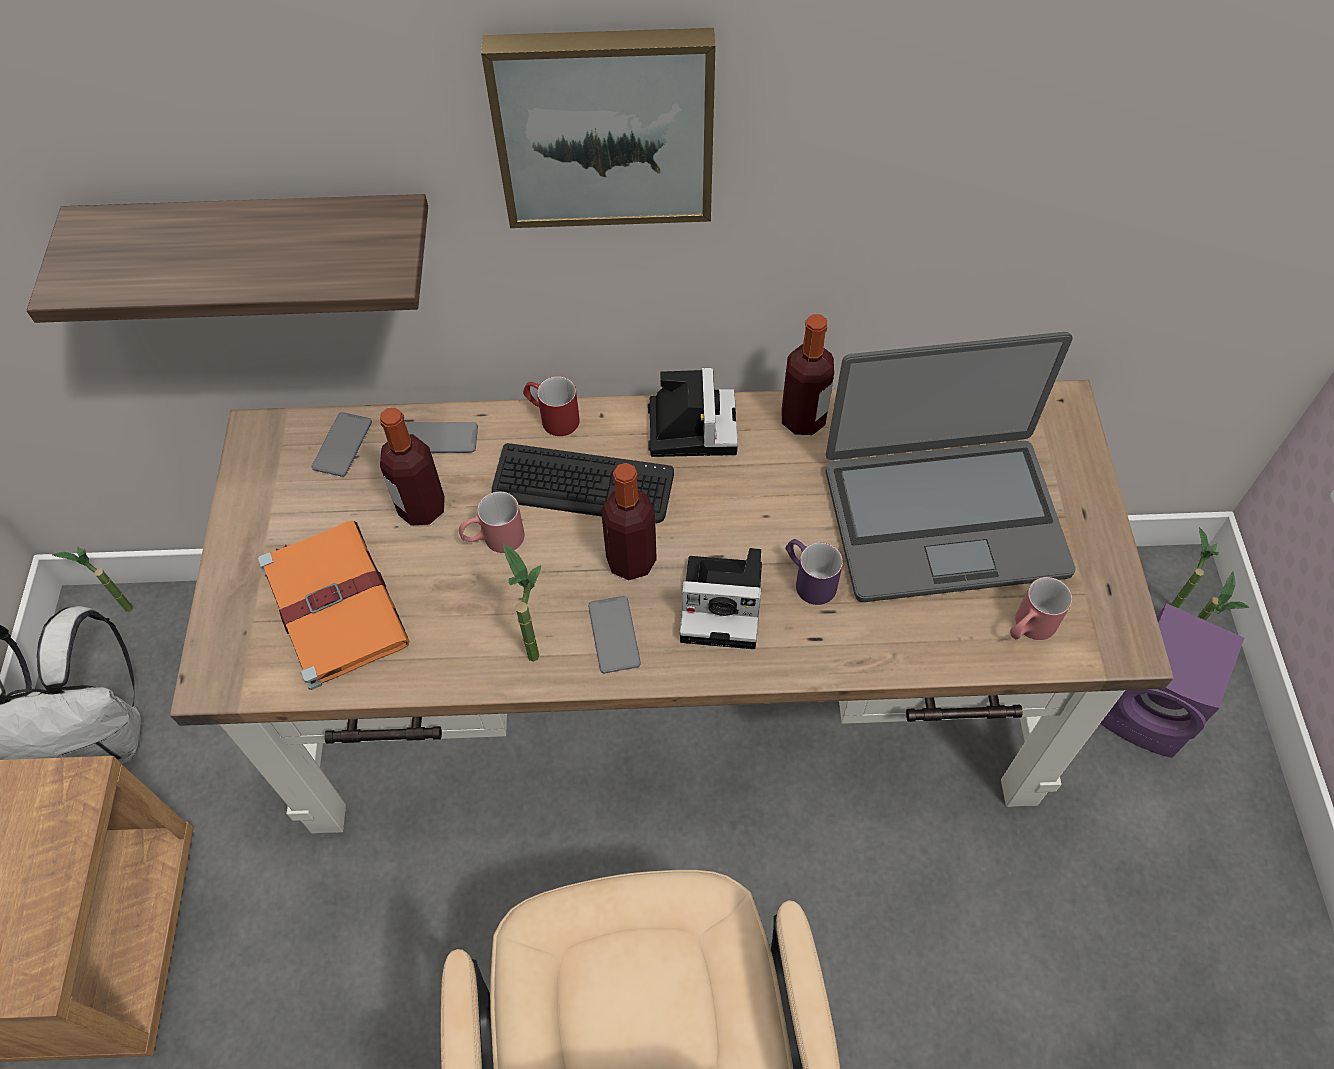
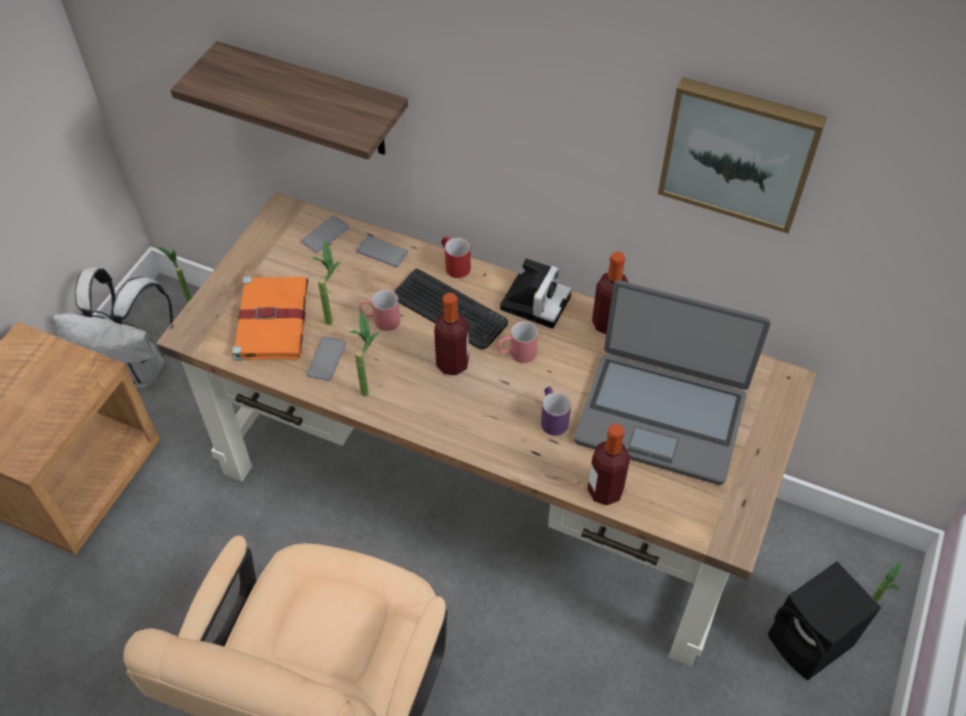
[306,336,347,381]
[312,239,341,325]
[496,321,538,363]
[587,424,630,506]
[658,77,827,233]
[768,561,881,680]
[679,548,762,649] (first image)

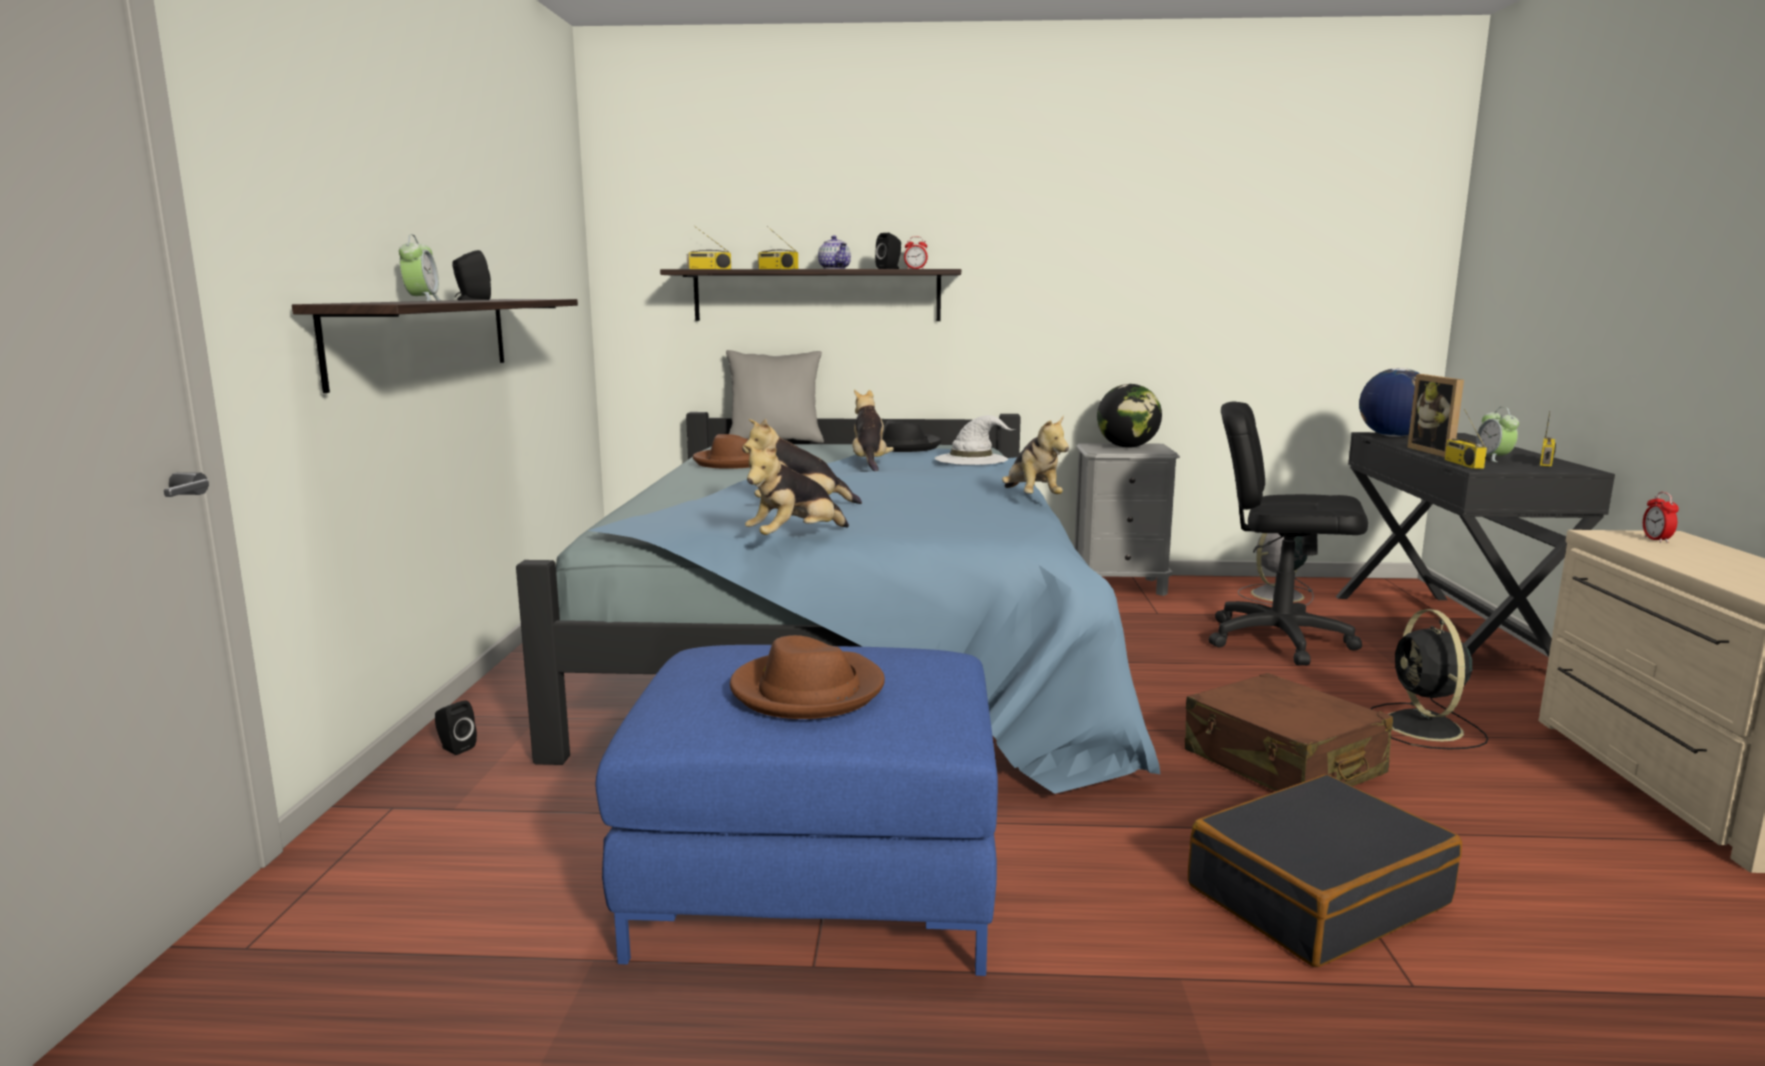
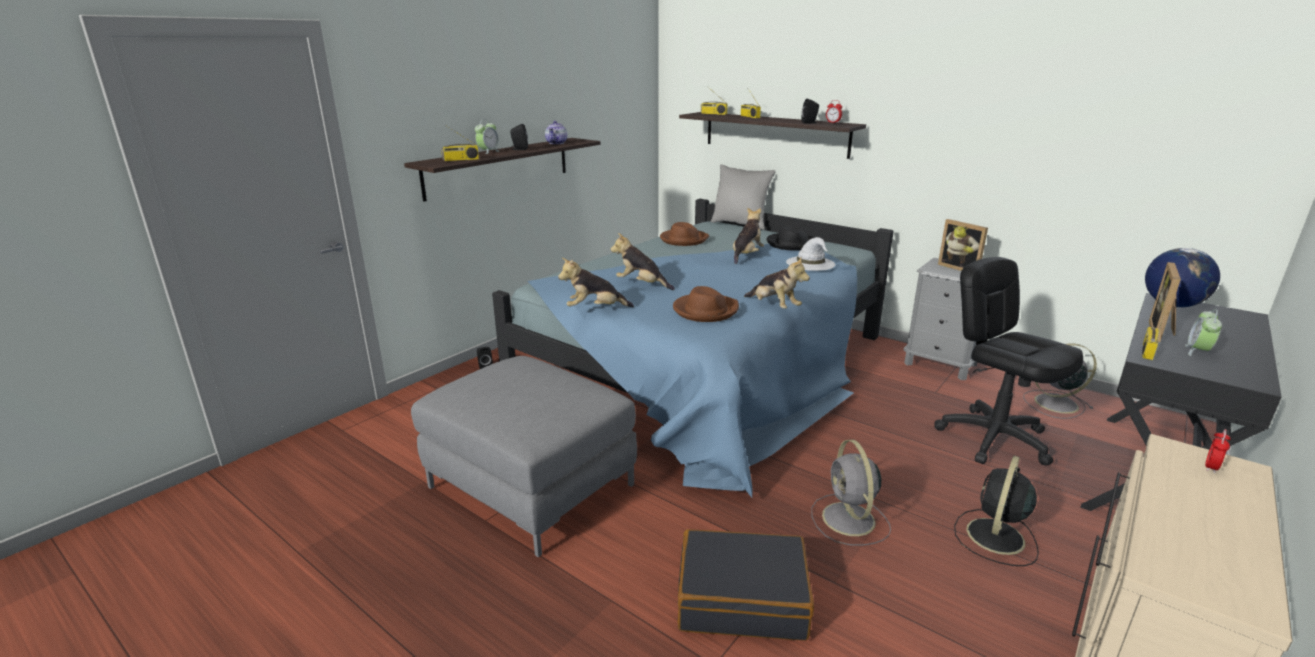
[411,356,637,557]
[441,126,479,161]
[545,121,567,144]
[673,286,739,322]
[744,257,810,309]
[811,440,891,546]
[938,219,988,271]

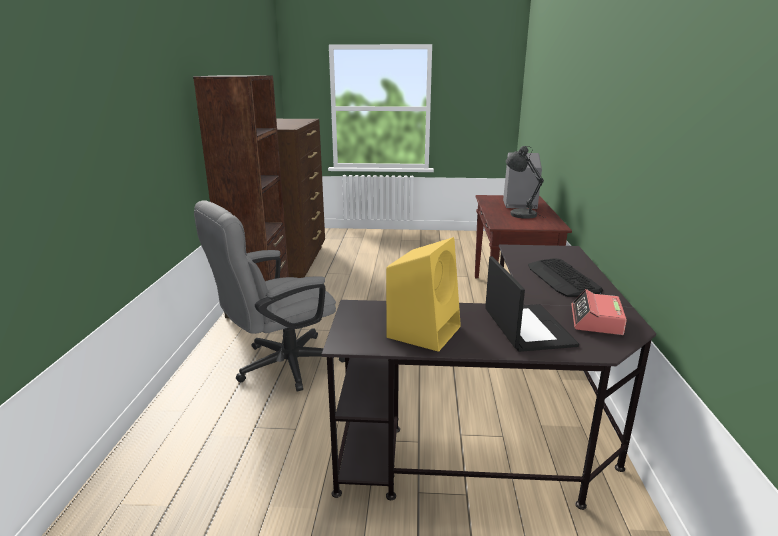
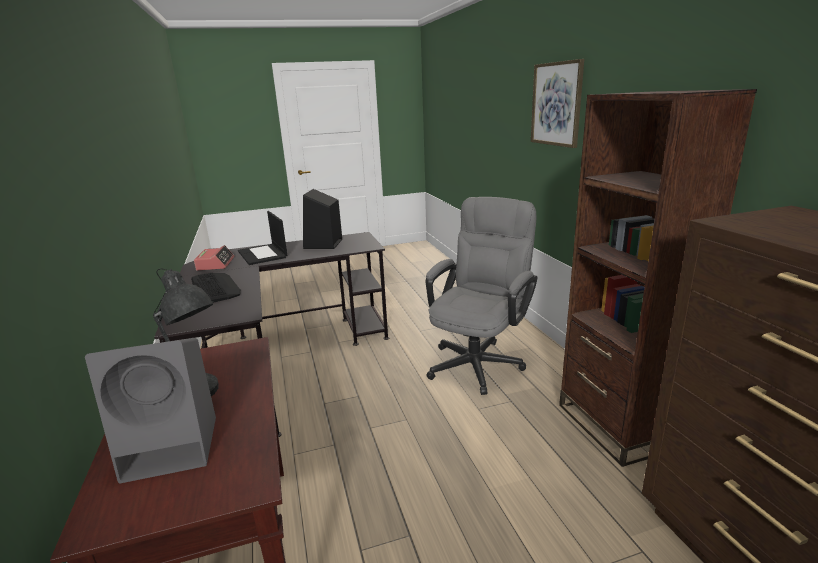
[303,189,342,249]
[531,59,584,148]

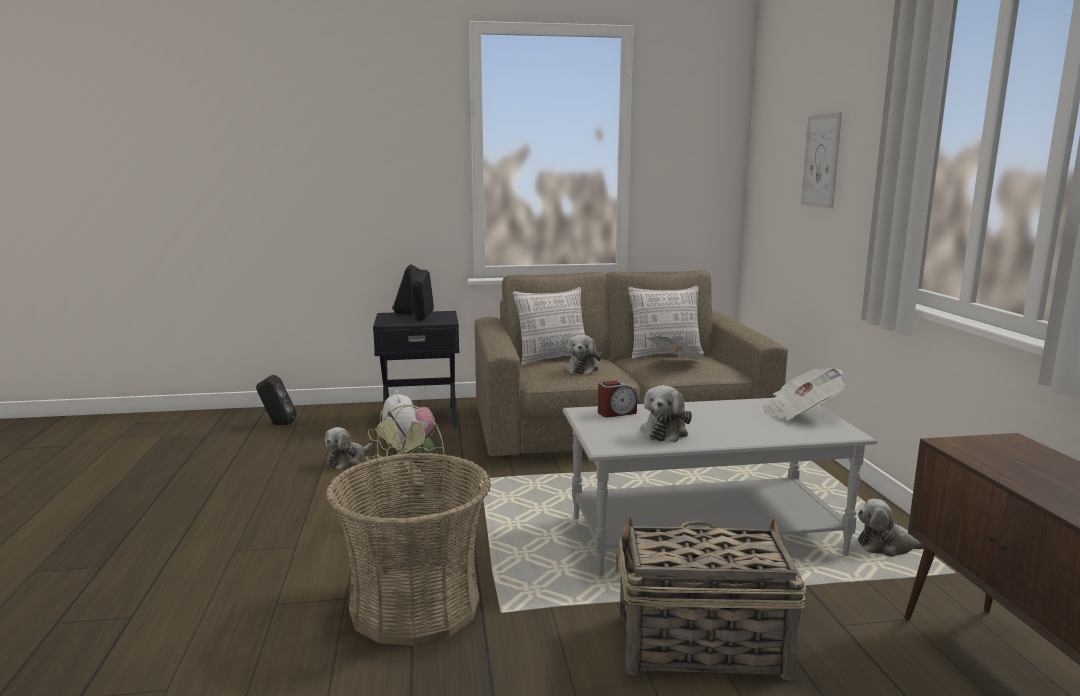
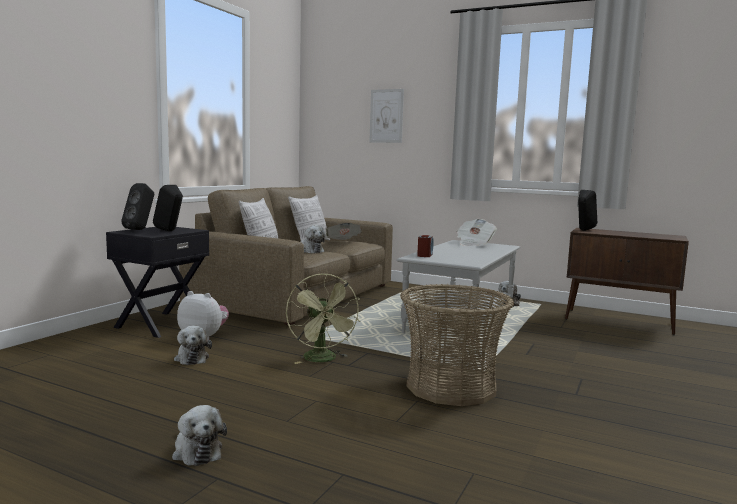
[172,405,227,466]
[578,190,597,231]
[615,515,807,680] (first image)

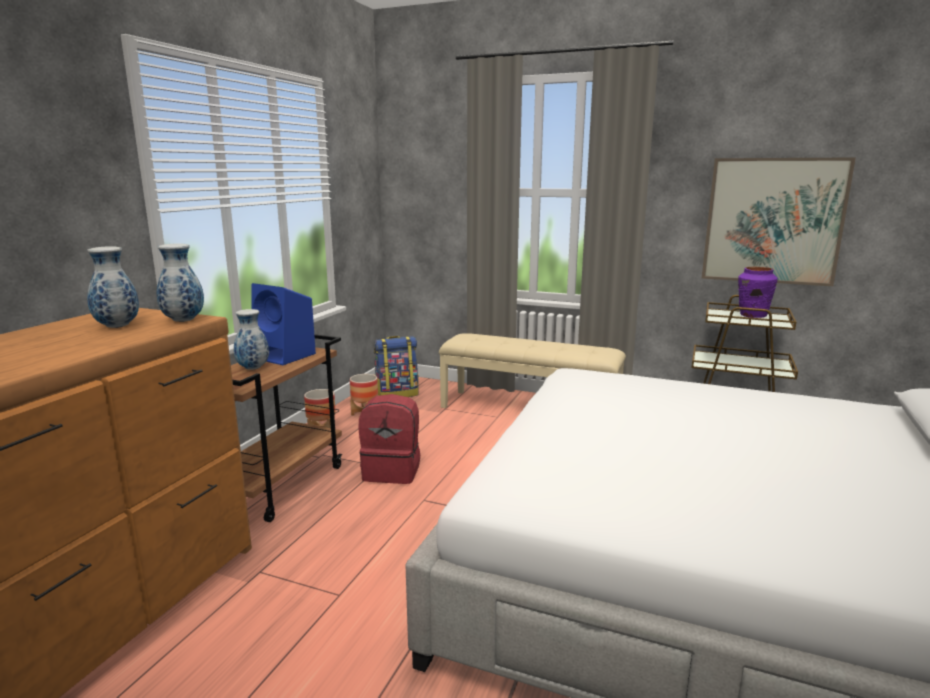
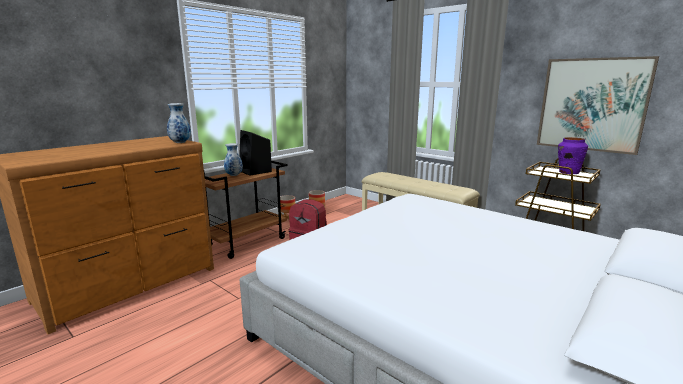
[239,130,272,176]
[87,246,139,328] (first image)
[374,336,419,397] (first image)

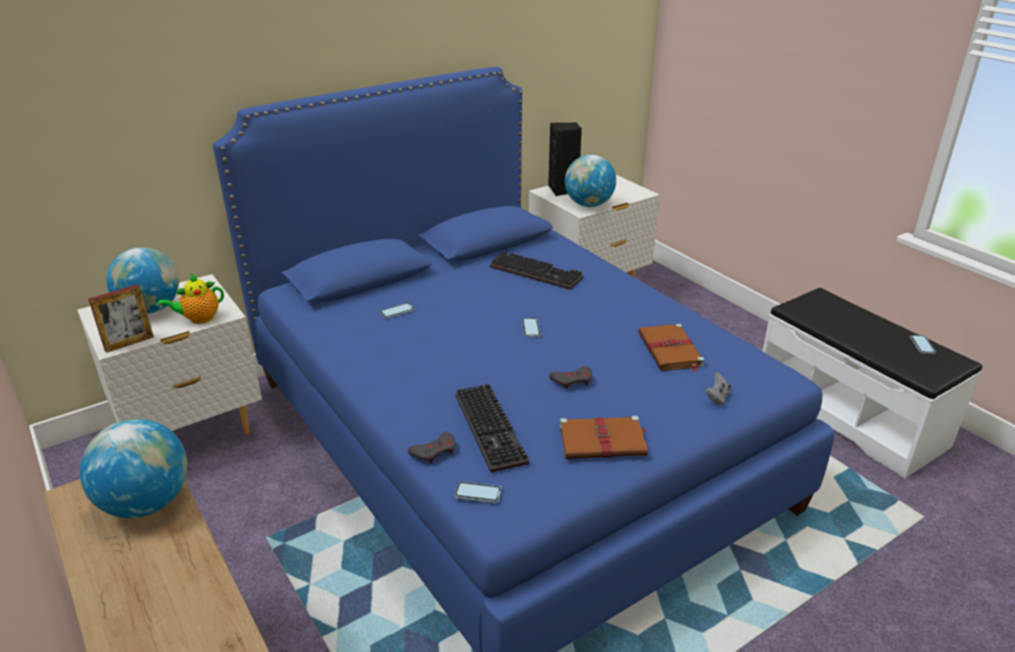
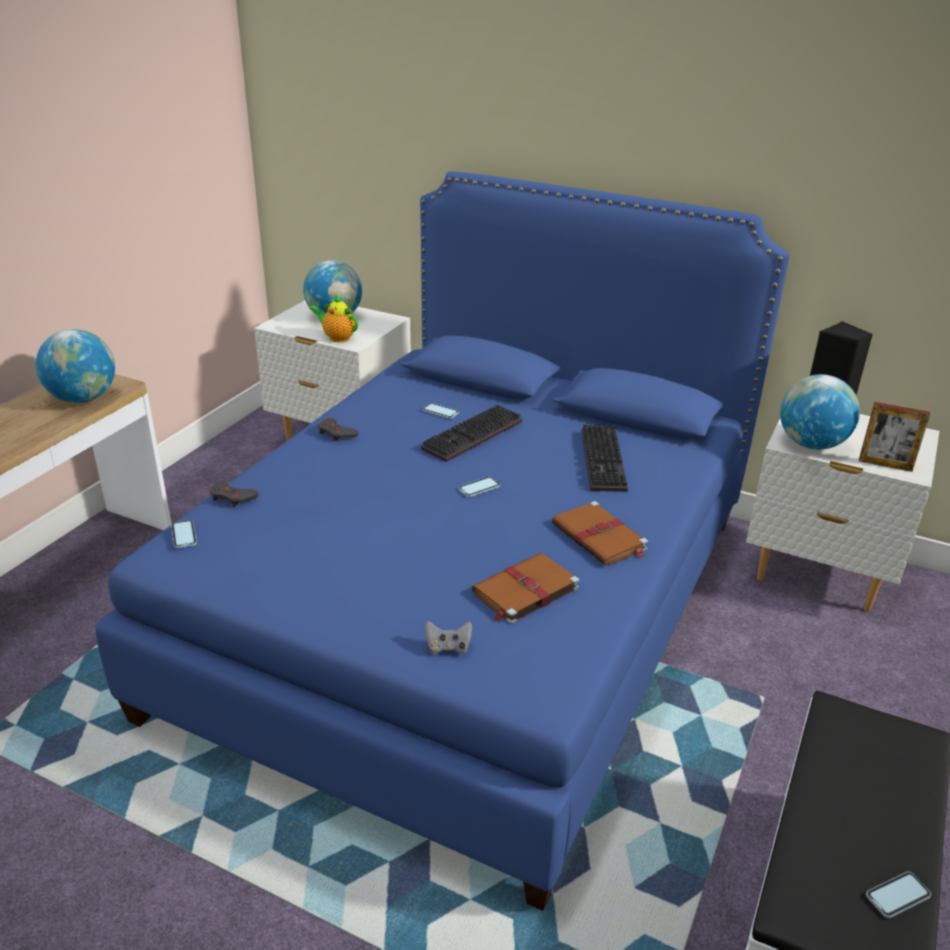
[318,418,359,441]
[421,405,522,462]
[552,501,648,565]
[859,402,930,472]

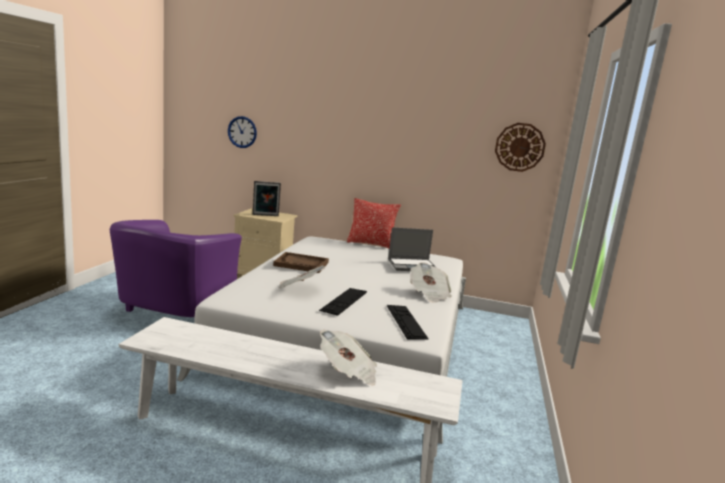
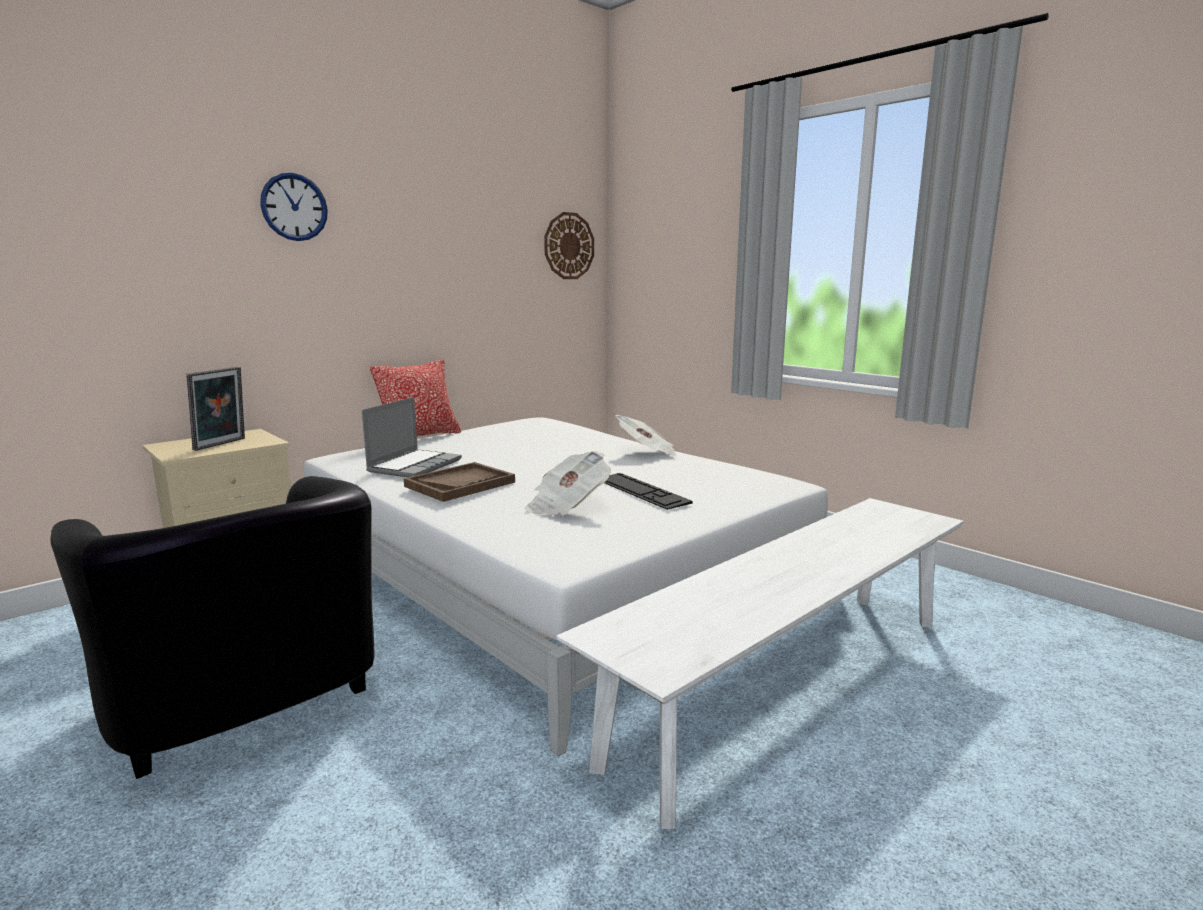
[50,476,374,779]
[260,173,328,241]
[362,397,462,477]
[320,330,377,386] (first image)
[387,305,429,340] (first image)

